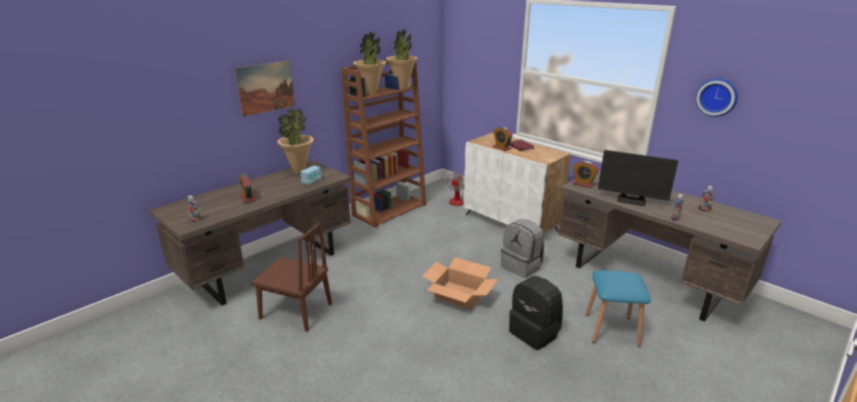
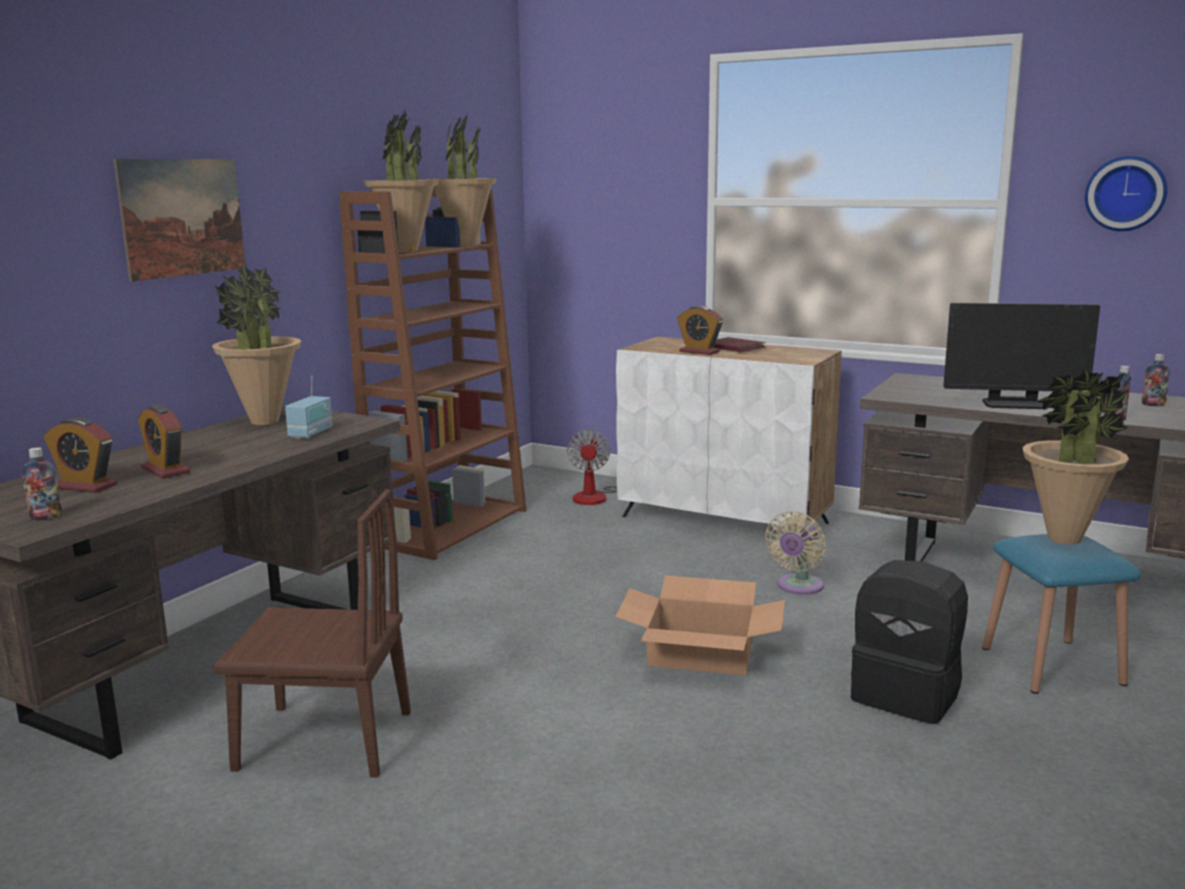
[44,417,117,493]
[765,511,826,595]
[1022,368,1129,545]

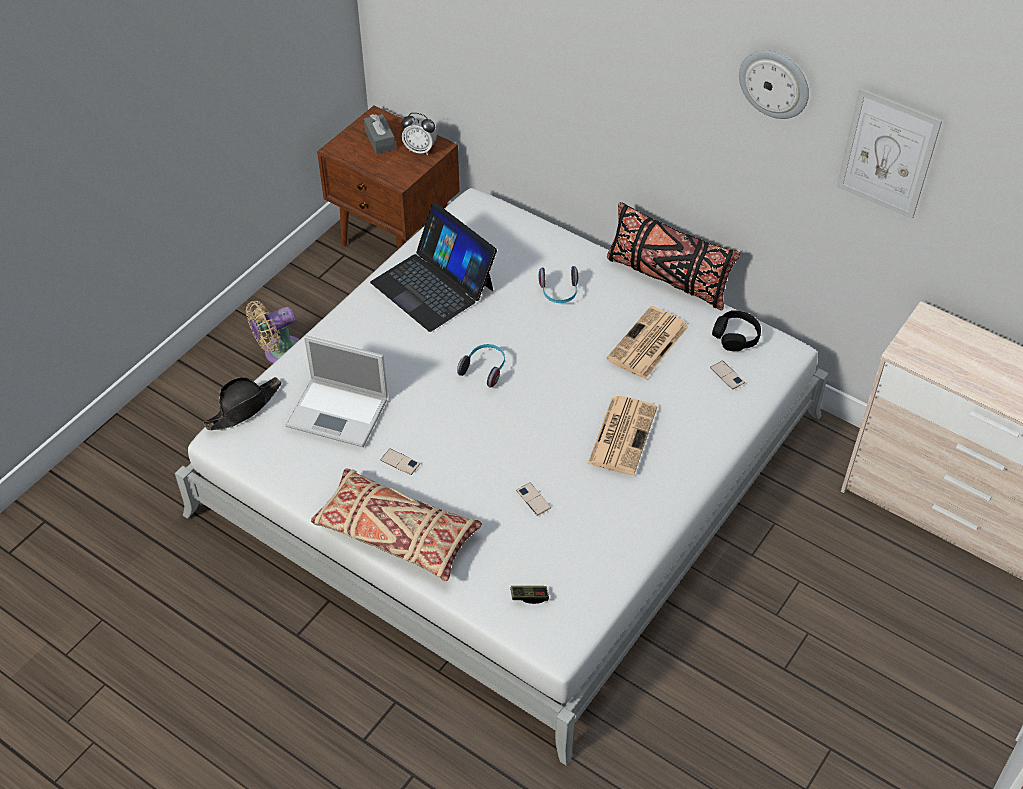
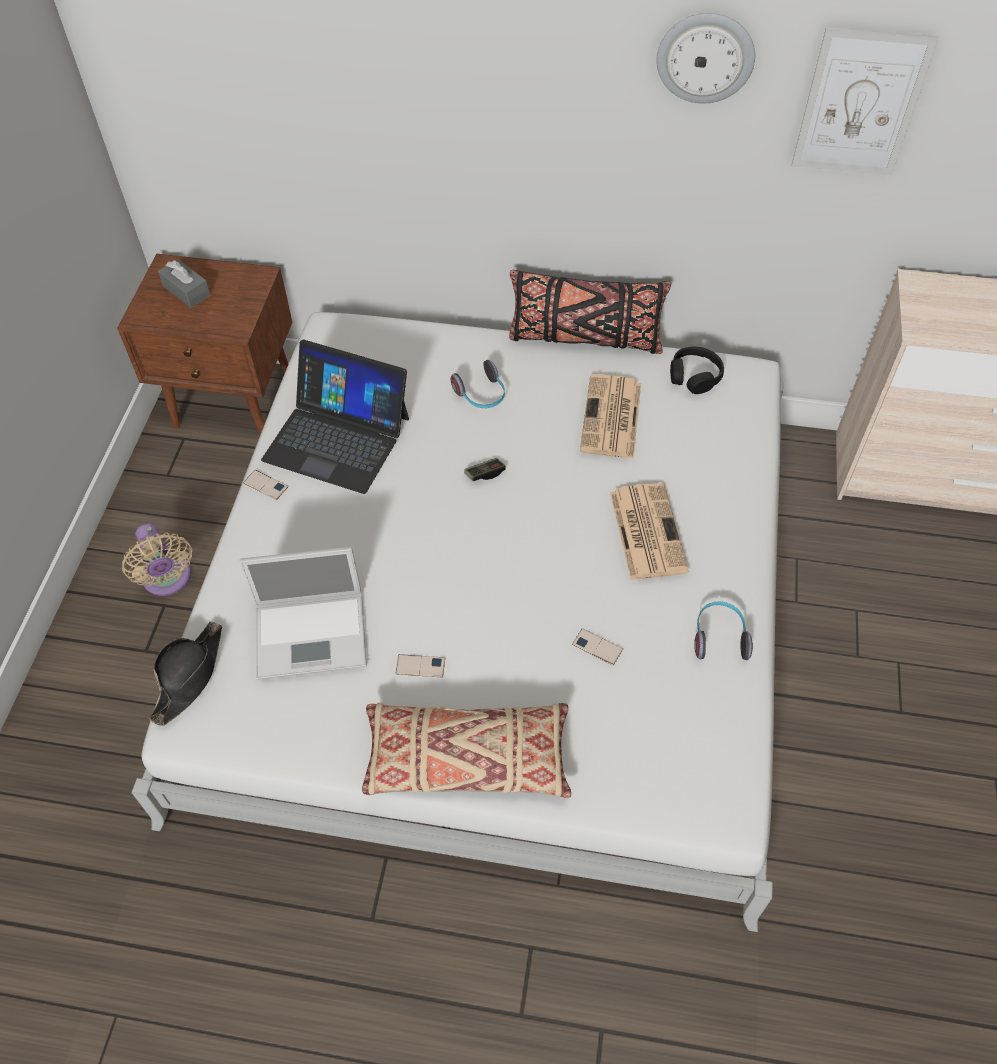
[122,523,192,596]
[243,470,288,500]
[464,458,506,481]
[694,602,753,660]
[401,113,437,155] (first image)

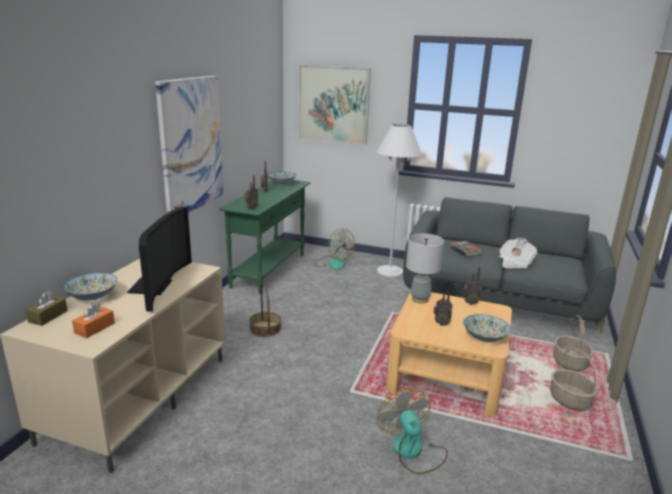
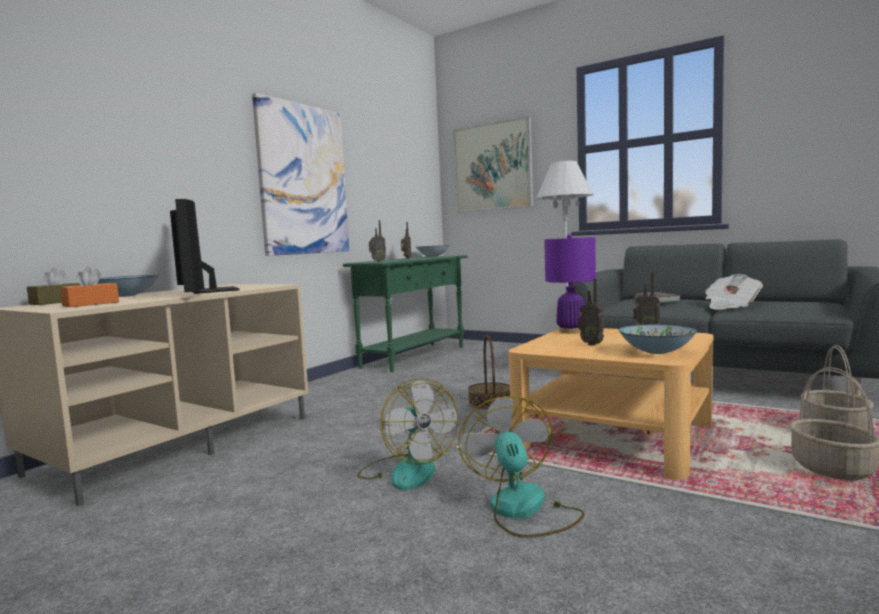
[170,199,240,294]
[357,378,458,490]
[468,335,510,409]
[544,234,596,334]

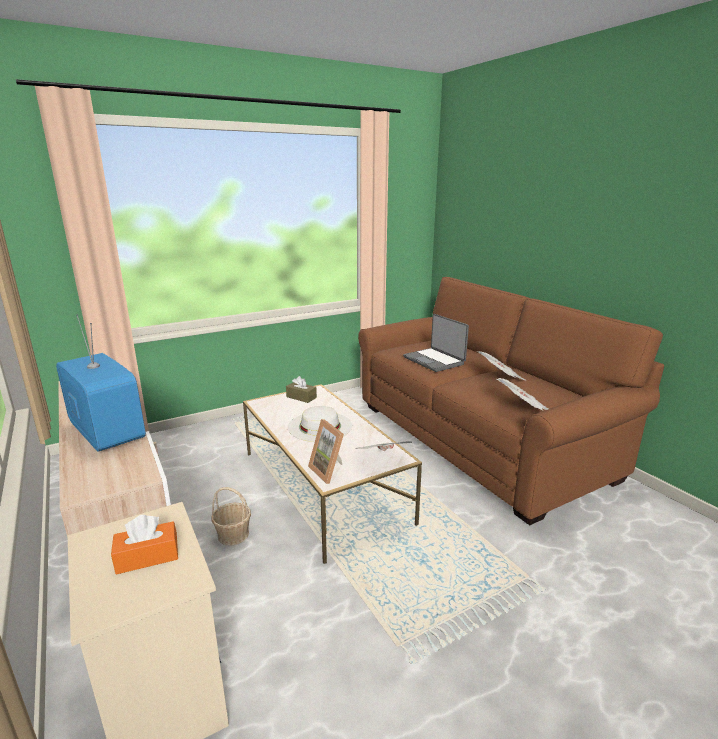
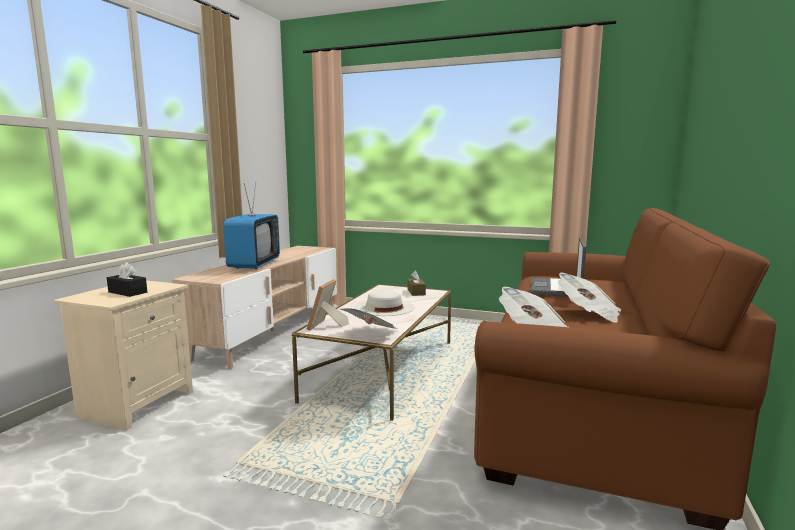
[107,262,147,297]
[212,487,251,546] (first image)

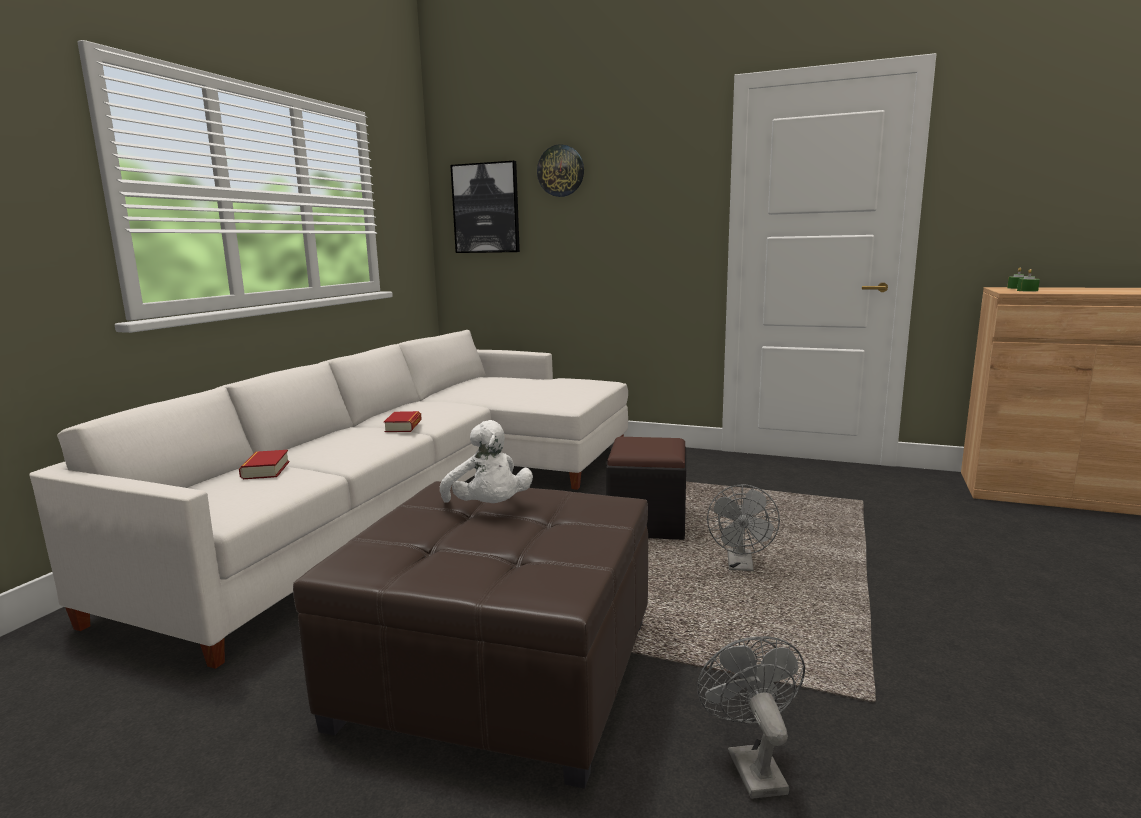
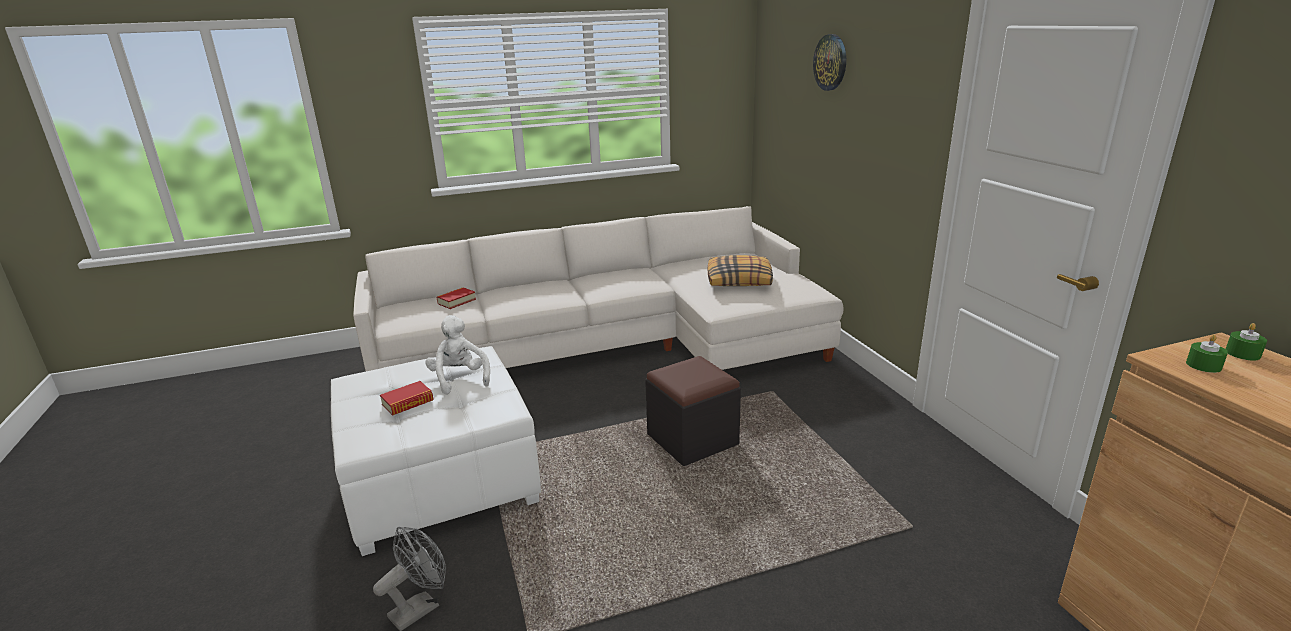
[331,346,541,556]
[380,381,433,416]
[425,315,490,395]
[708,255,773,286]
[450,161,520,253] (first image)
[707,484,780,571] (first image)

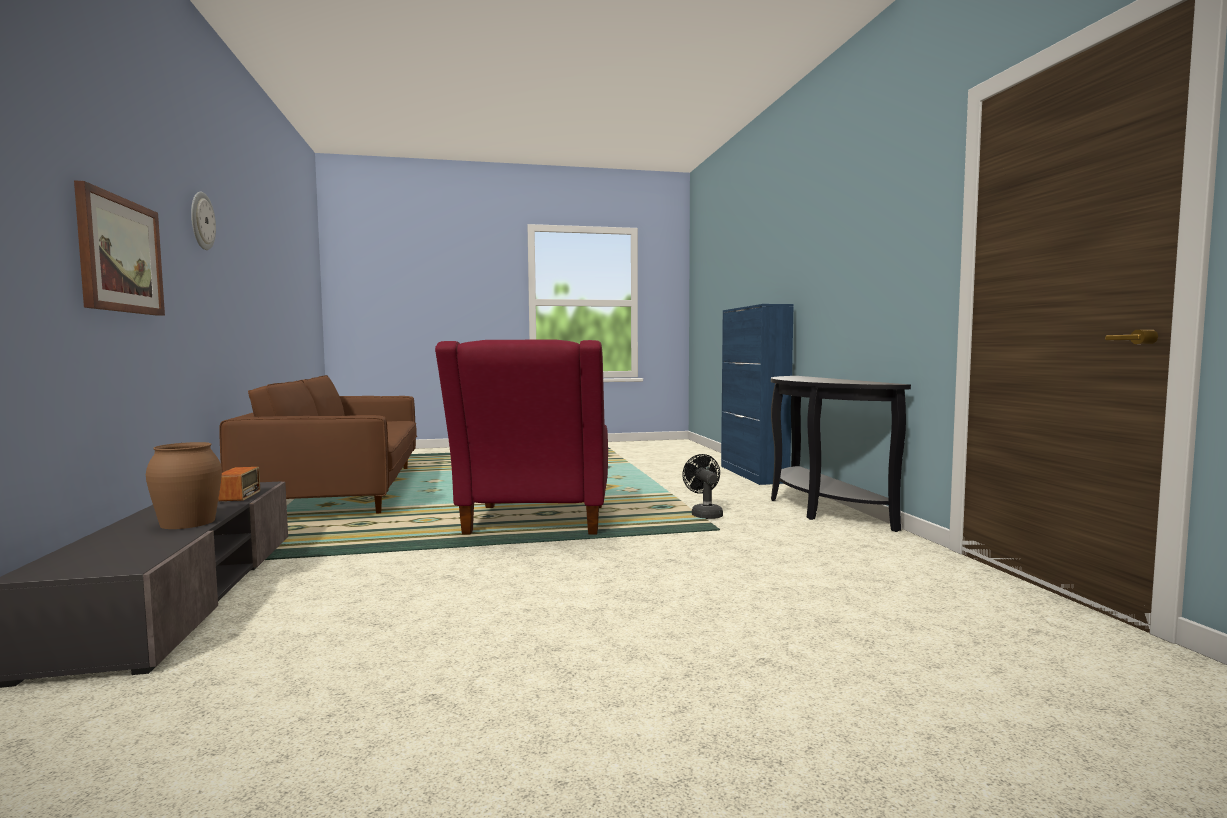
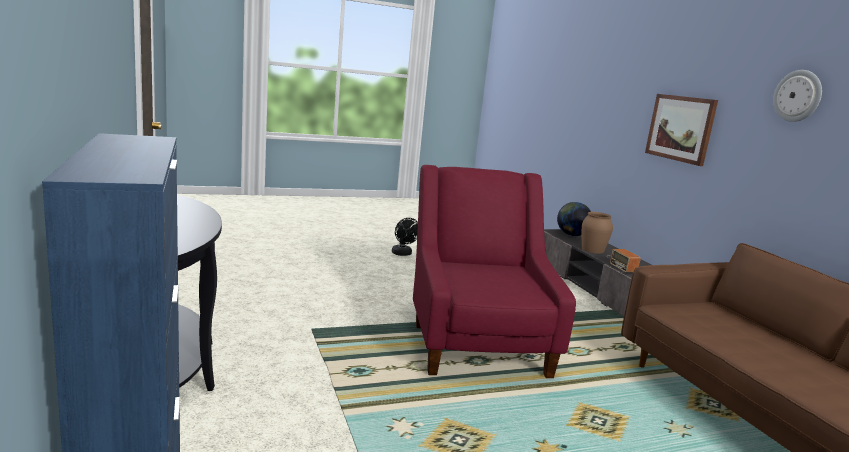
[392,218,418,256]
[557,202,591,236]

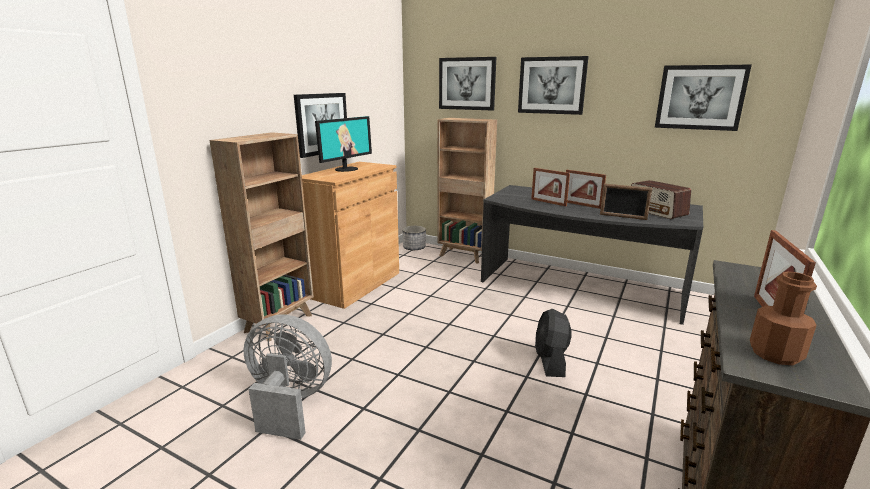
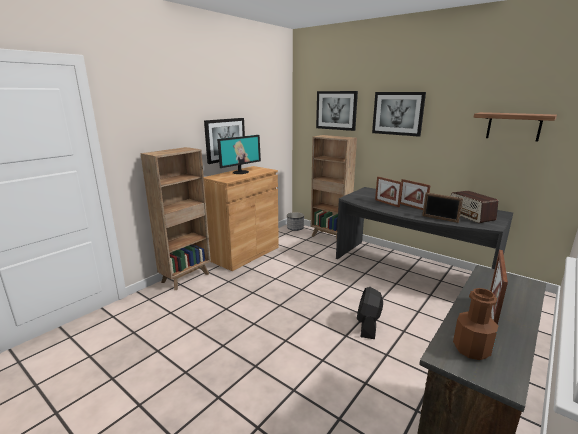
[473,112,557,142]
[243,314,332,440] (first image)

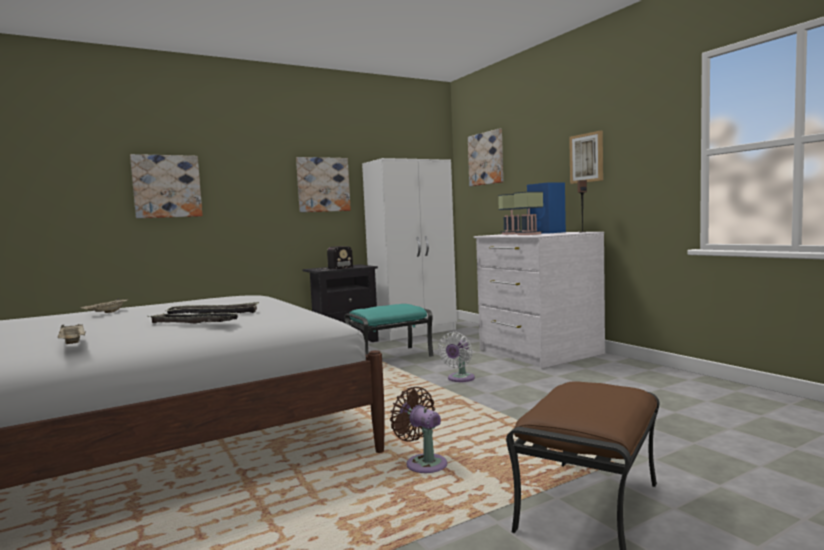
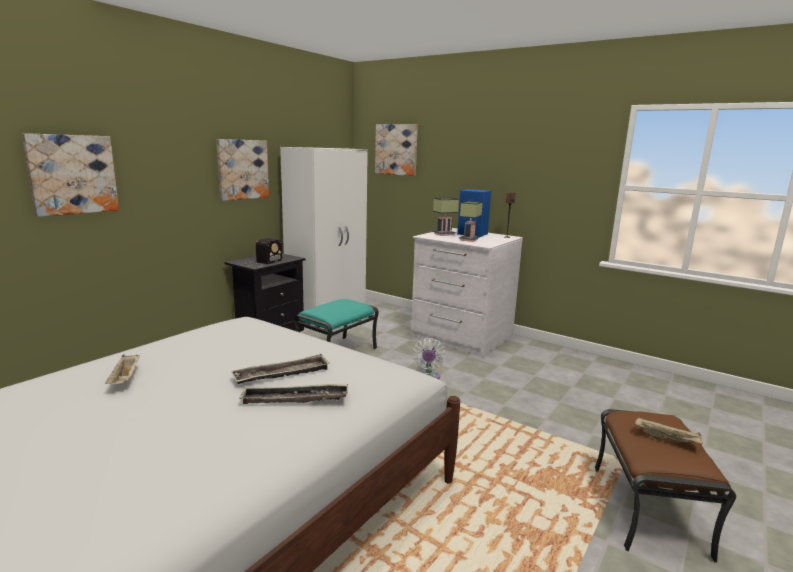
[635,417,703,444]
[390,387,447,473] (first image)
[569,131,603,184] (first image)

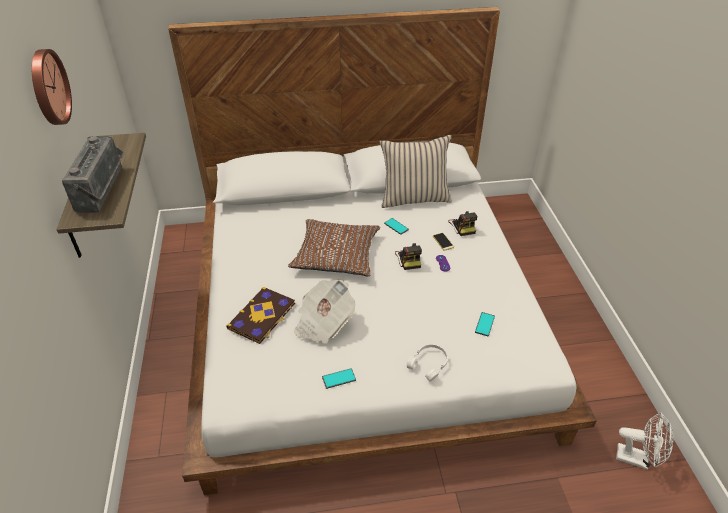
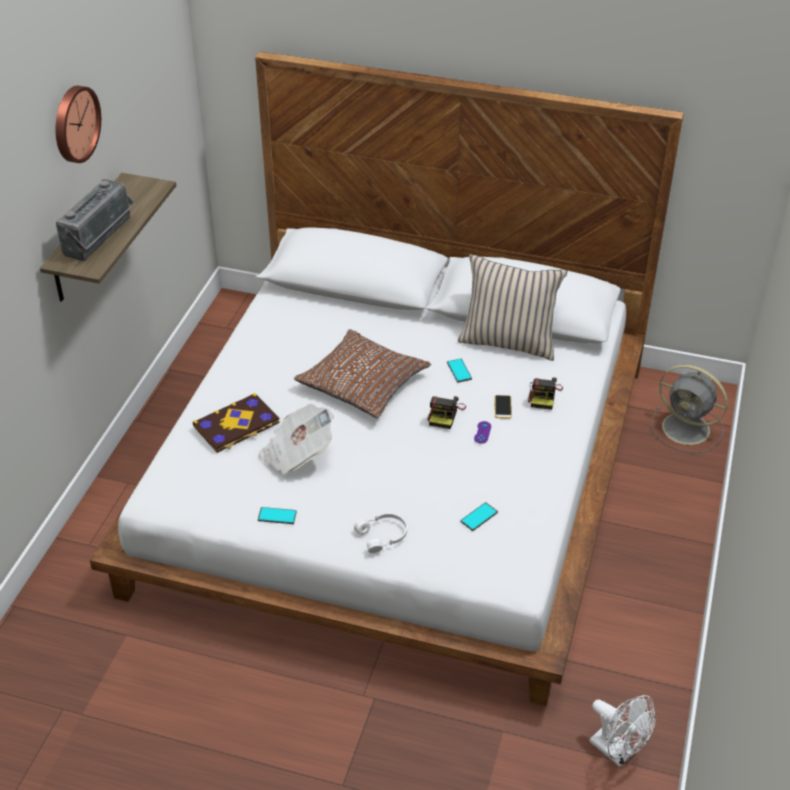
[651,365,728,453]

